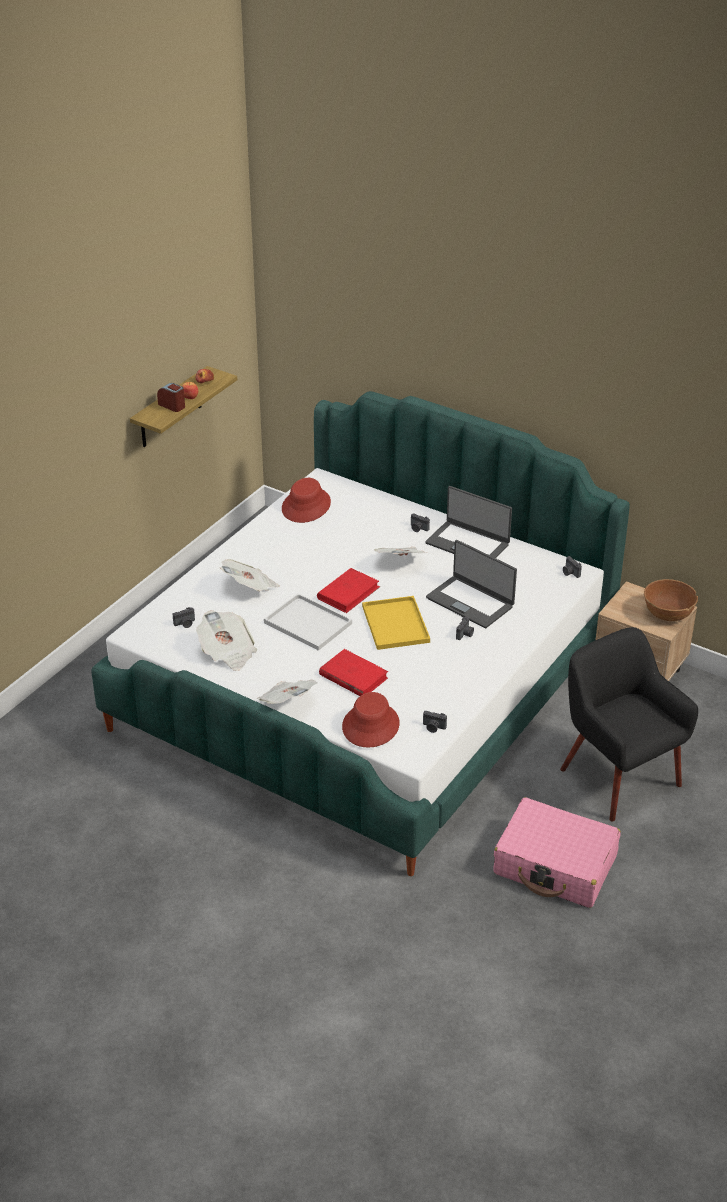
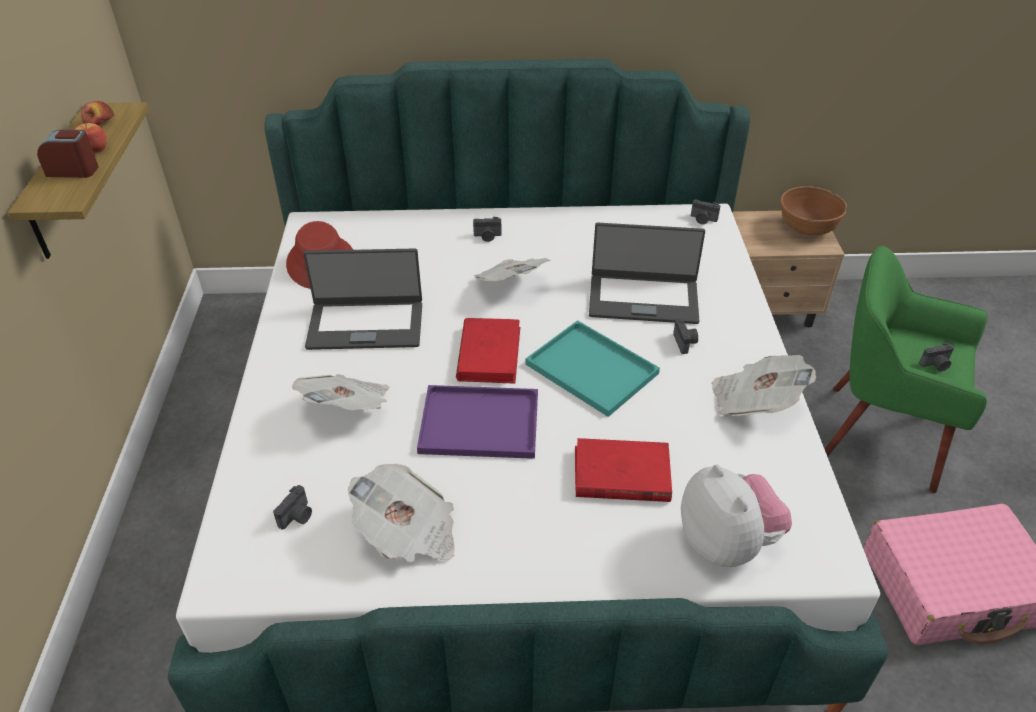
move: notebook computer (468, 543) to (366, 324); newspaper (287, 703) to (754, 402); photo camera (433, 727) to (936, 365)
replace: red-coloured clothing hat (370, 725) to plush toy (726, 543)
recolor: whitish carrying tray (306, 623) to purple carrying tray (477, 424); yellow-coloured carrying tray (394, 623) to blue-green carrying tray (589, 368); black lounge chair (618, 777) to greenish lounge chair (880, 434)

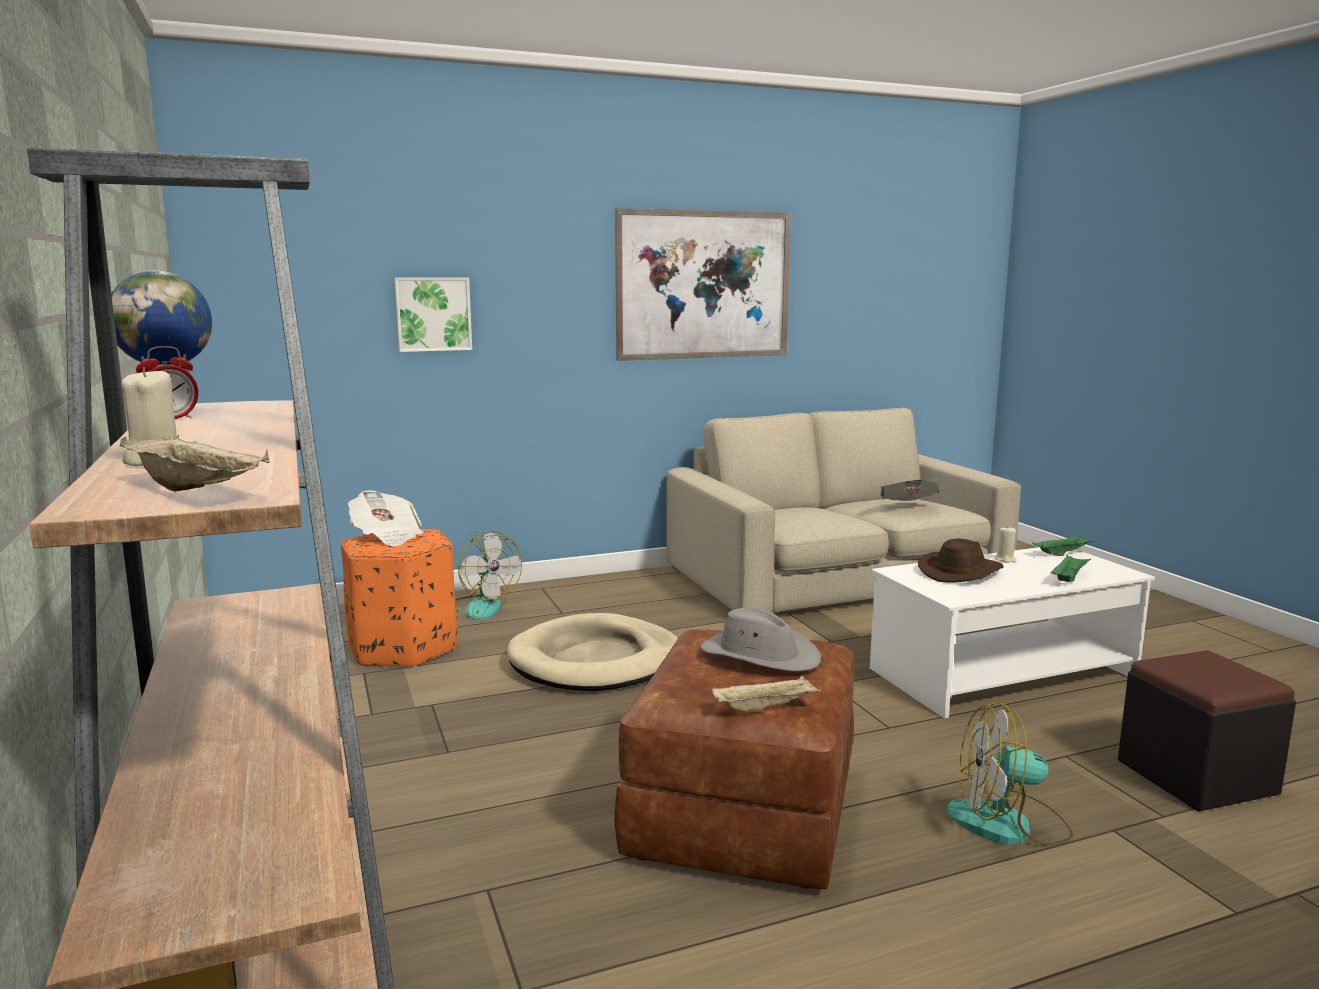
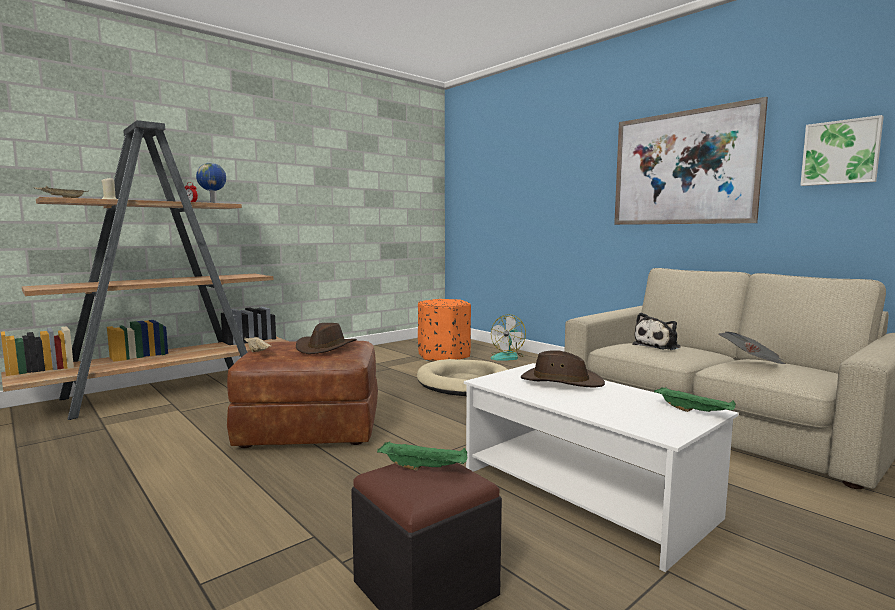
delete: newspaper (387, 537); beige-coloured wax candle (1005, 559); cooling fan (1009, 824)
insert: plush toy (658, 346)
move: wall picture (433, 314) to (841, 152); greenish carrying tray (1068, 578) to (424, 468)
recolor: gray clothing hat (759, 655) to brown clothing hat (326, 348)

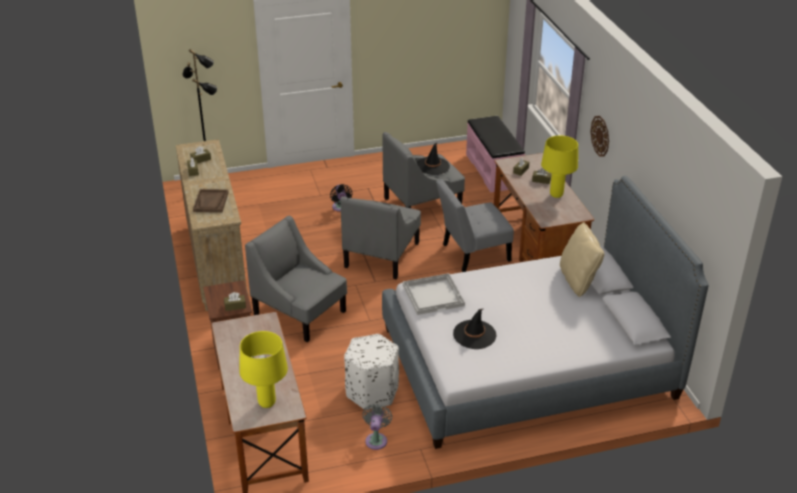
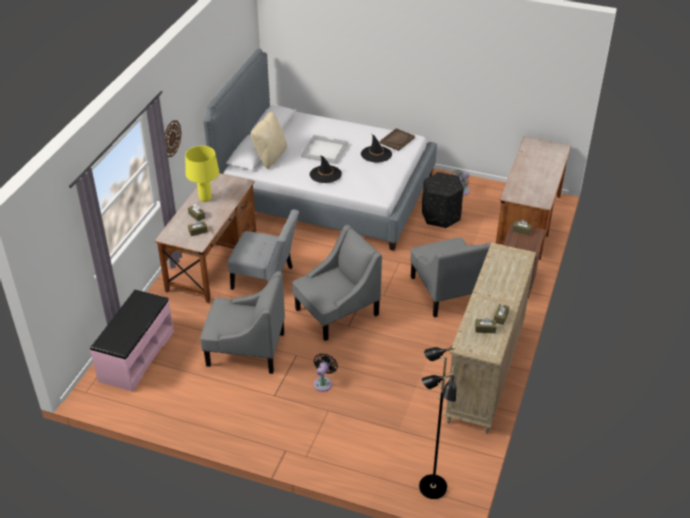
delete: yellow-coloured table lamp (266, 403)
move: black clothing hat (433, 166) to (325, 174); brown carrying tray (211, 202) to (397, 140); whitish carrying tray (433, 295) to (324, 150)
recolor: whitish footrest (372, 392) to black footrest (441, 216)

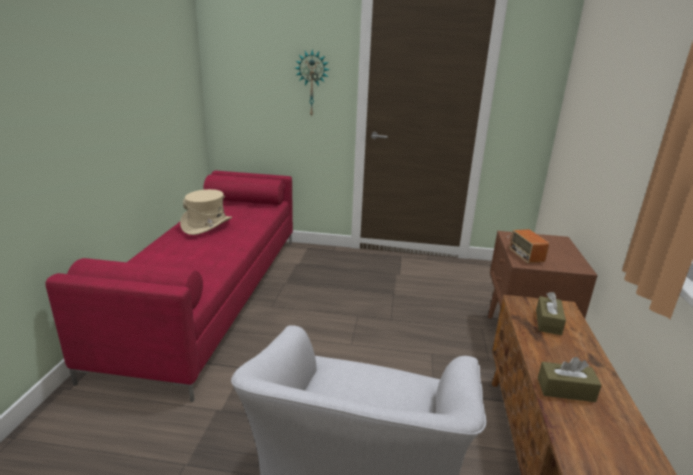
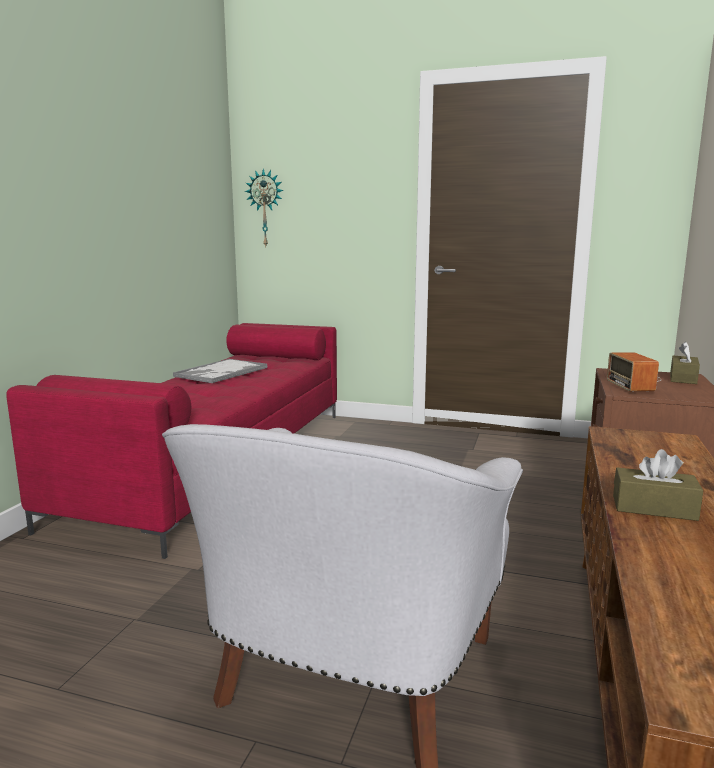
move: wall clock (312, 83) to (265, 208); brown tissue box (548, 322) to (683, 378)
replace: beige-coloured clothing hat (207, 225) to carrying tray (221, 372)

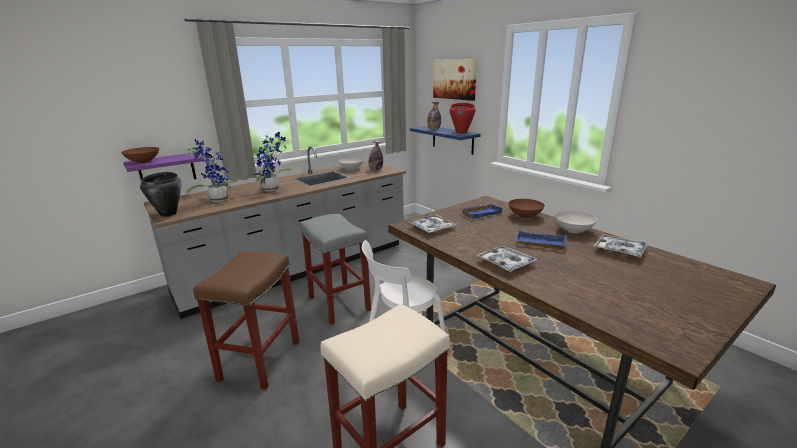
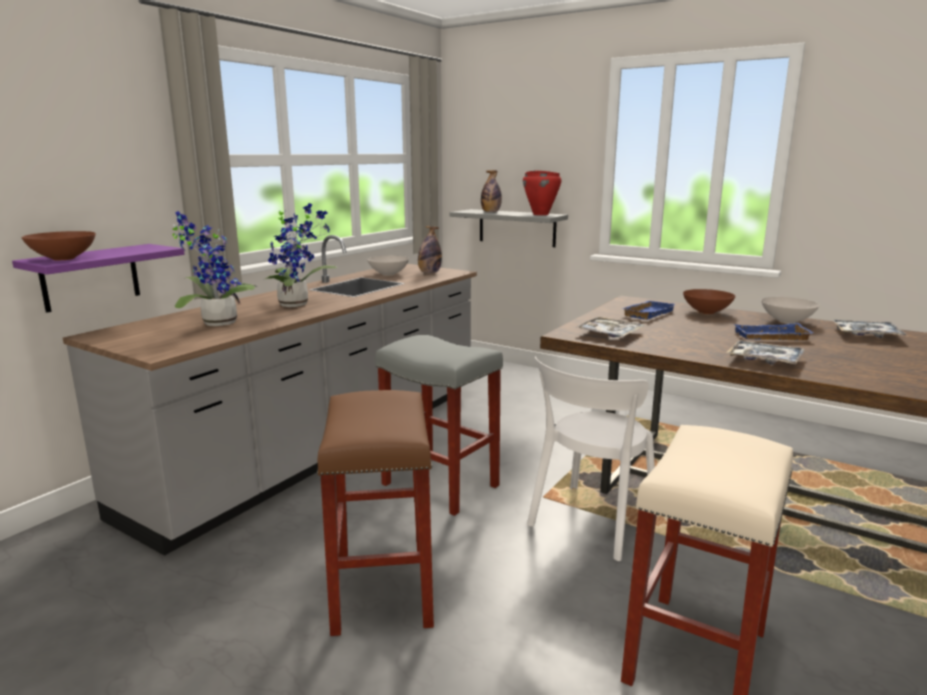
delete: wall picture (454, 79); black saucepot (168, 214)
recolor: blue-coloured shelf (452, 139) to gray shelf (517, 228)

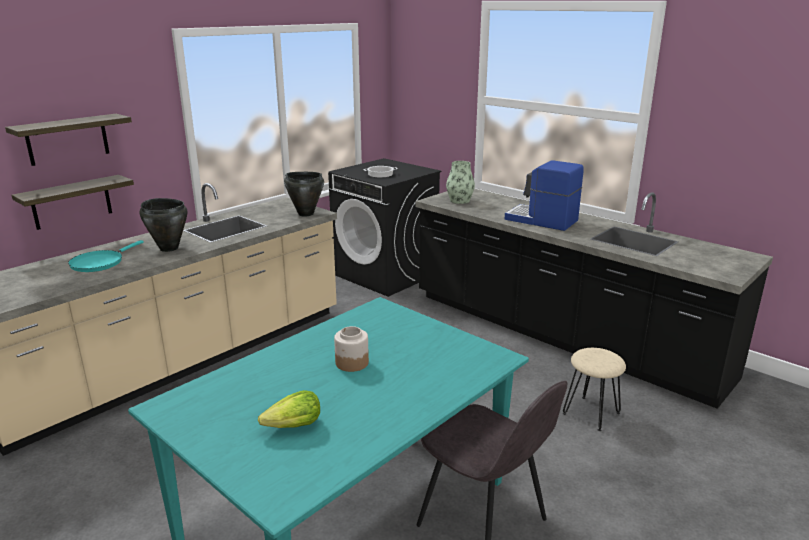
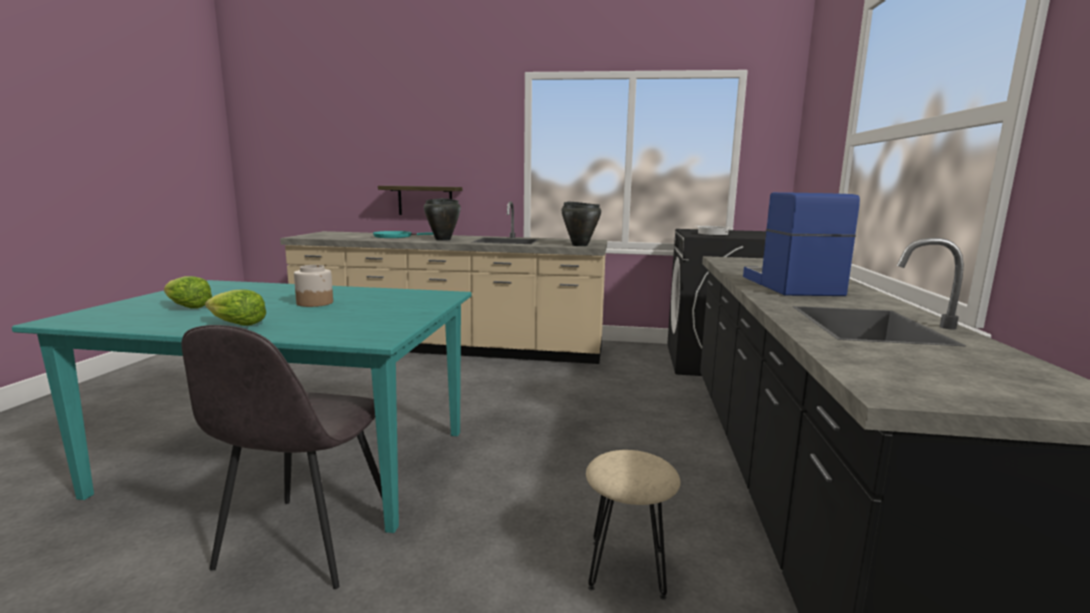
delete: shelf (67, 139); decorative vase (459, 201)
insert: lettuce (236, 324)

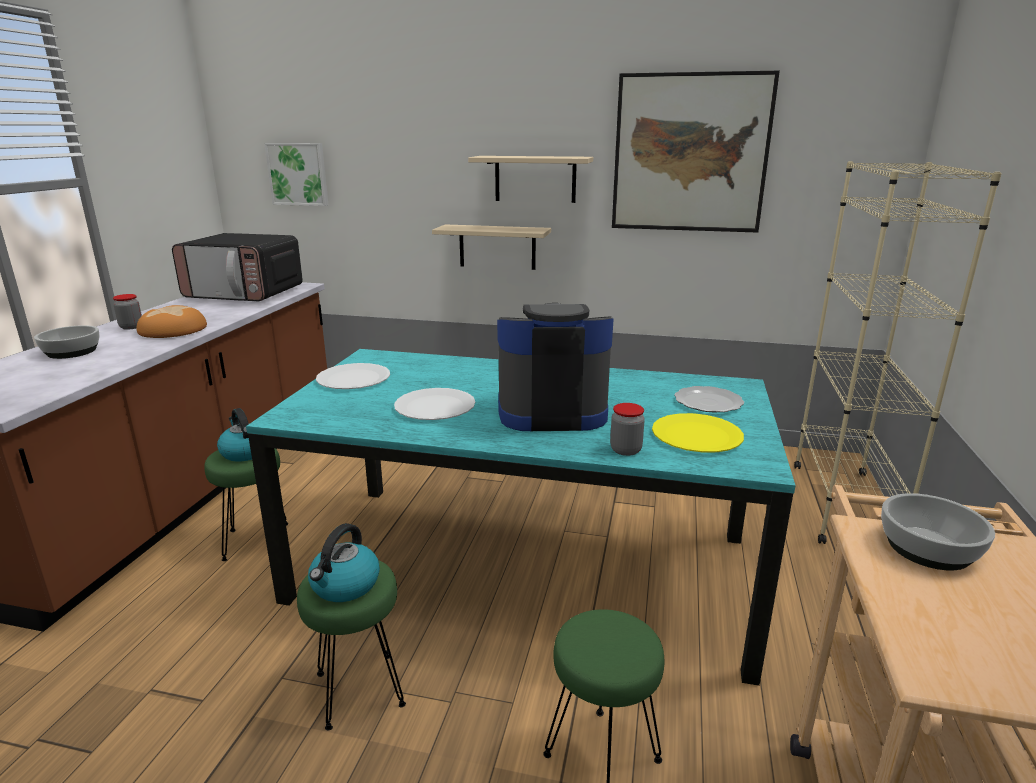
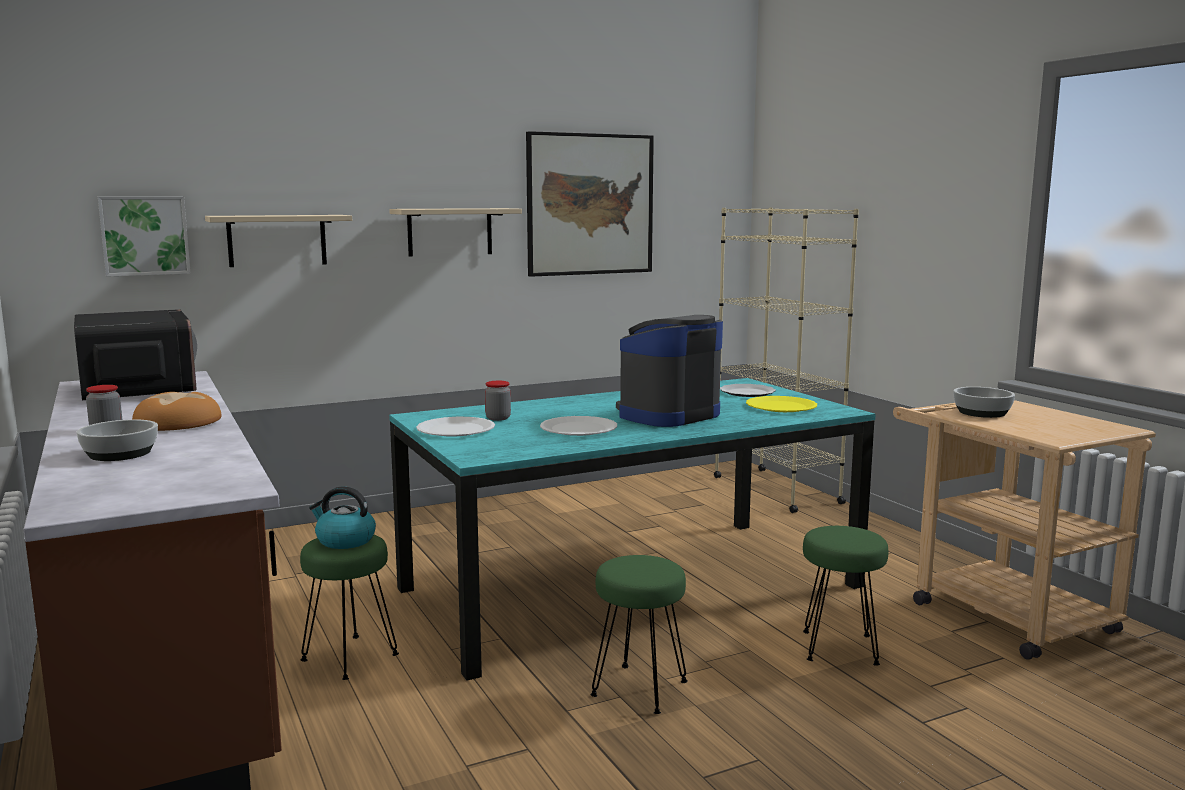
delete: water kettle (345, 585)
move: beige-coloured shelf (497, 247) to (277, 240); preserve jar (625, 450) to (498, 418)
rotate: microwave oven (245, 293) = (138, 389) 90 degrees counterclockwise

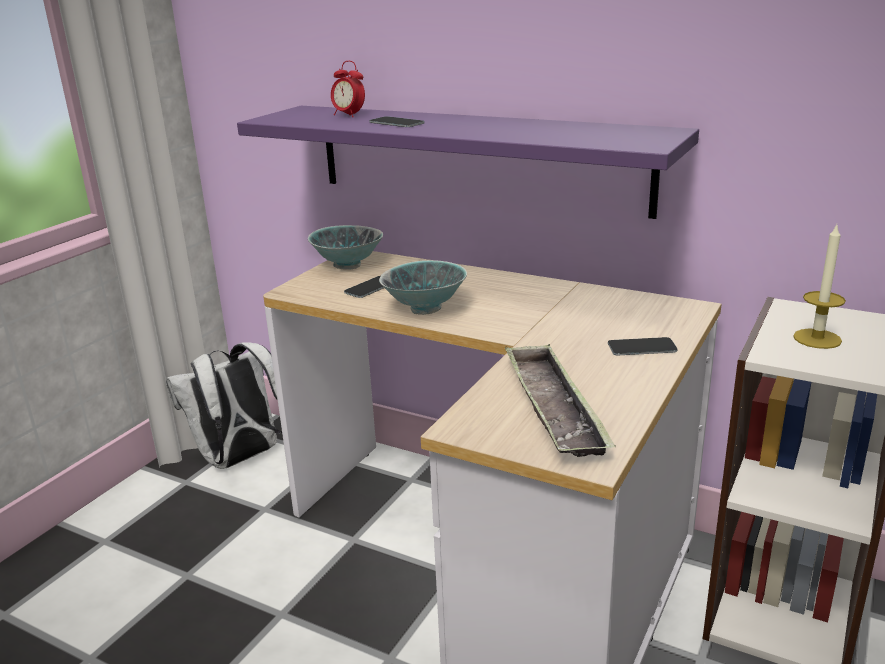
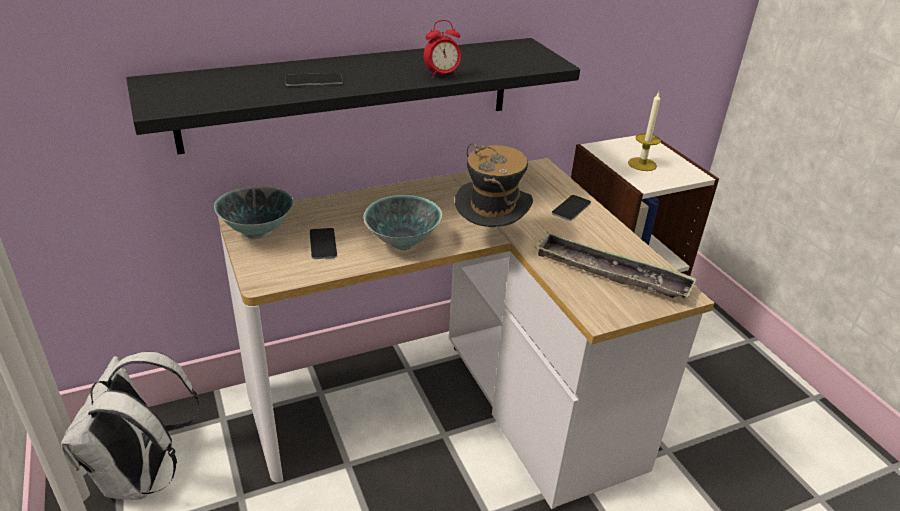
insert: clothing hat (490, 239)
move: table clock (349, 115) to (442, 75)
recolor: purple shelf (477, 158) to black shelf (351, 93)

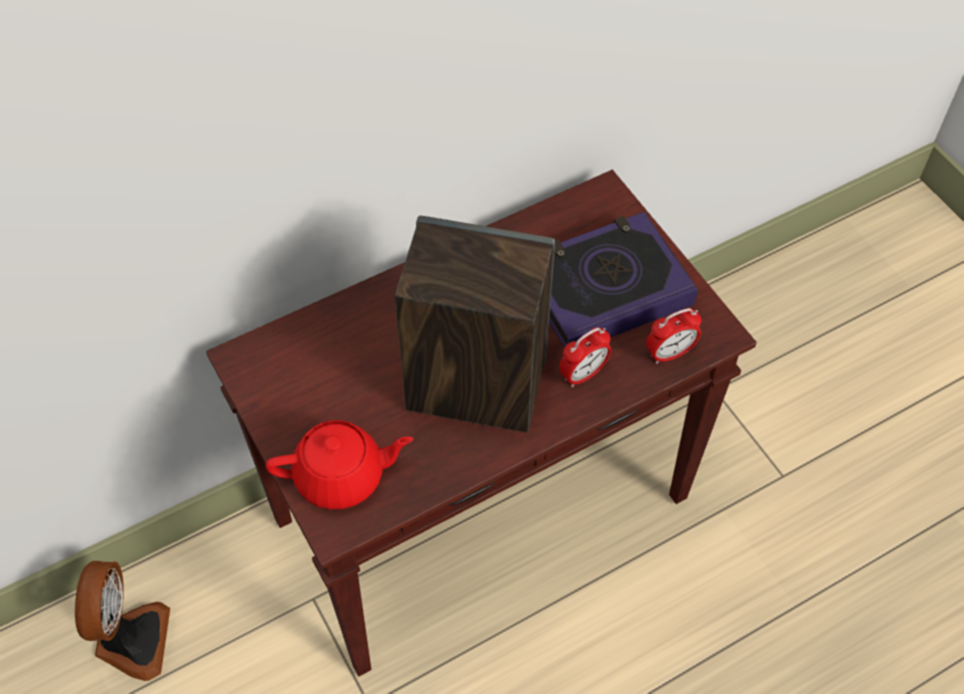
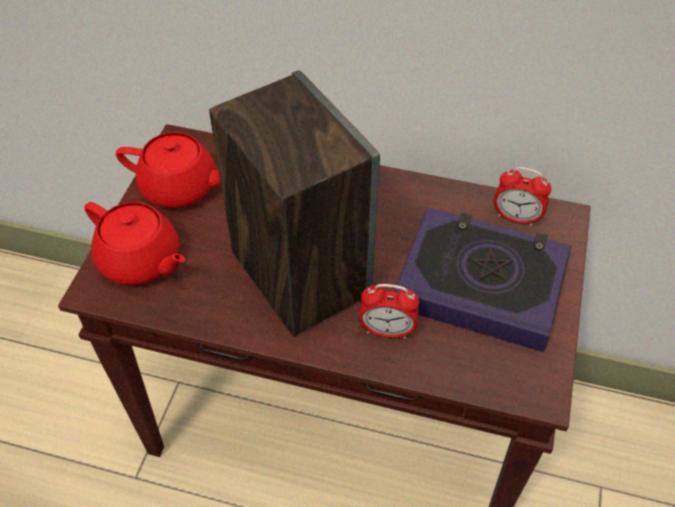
delete: cooling fan (131, 640)
insert: red-coloured tea pot (181, 188)
move: table clock (669, 353) to (516, 218)

